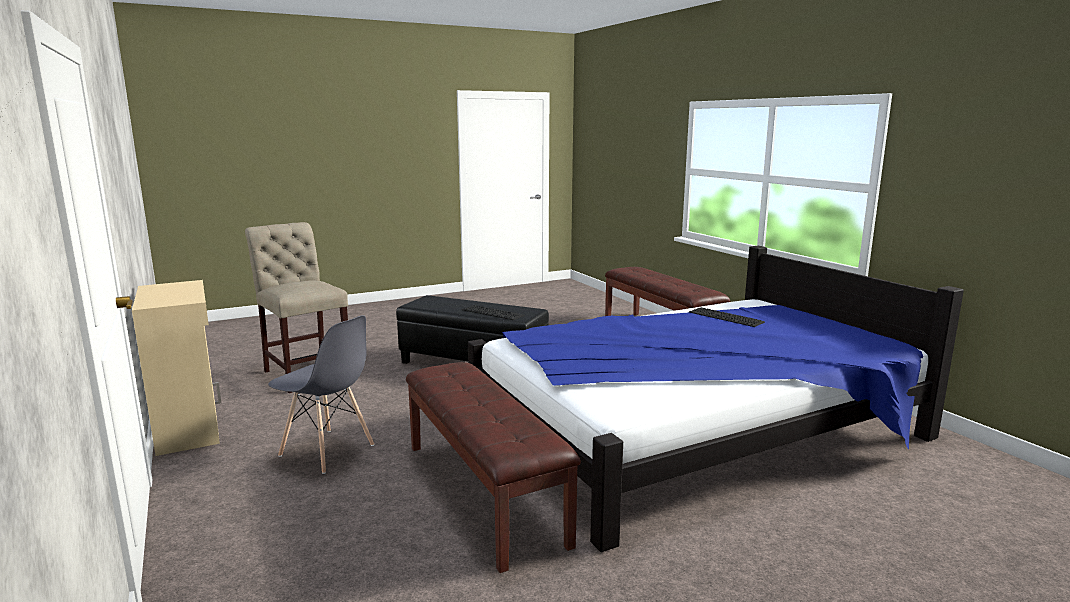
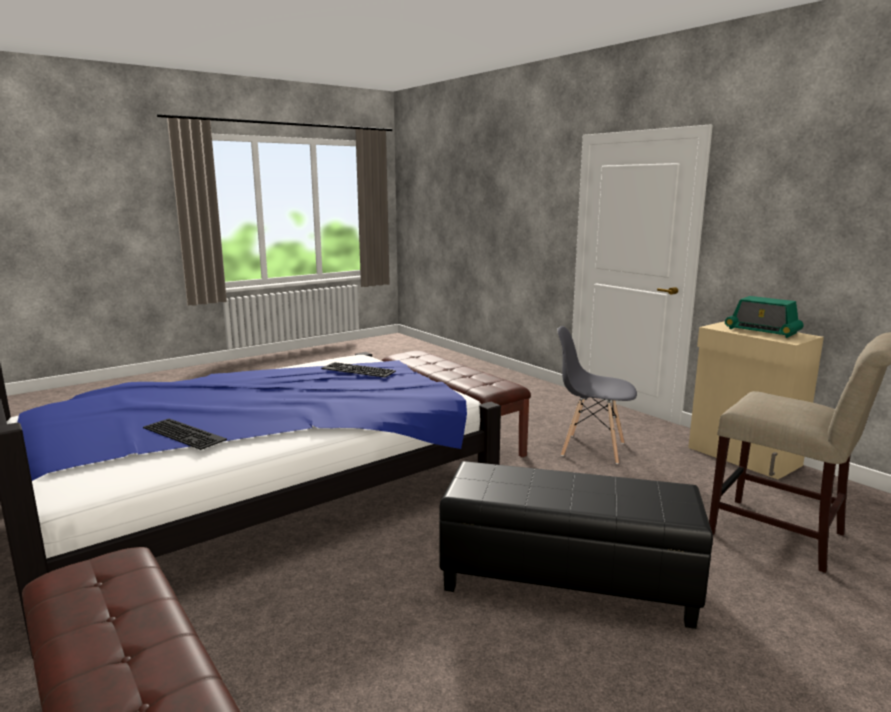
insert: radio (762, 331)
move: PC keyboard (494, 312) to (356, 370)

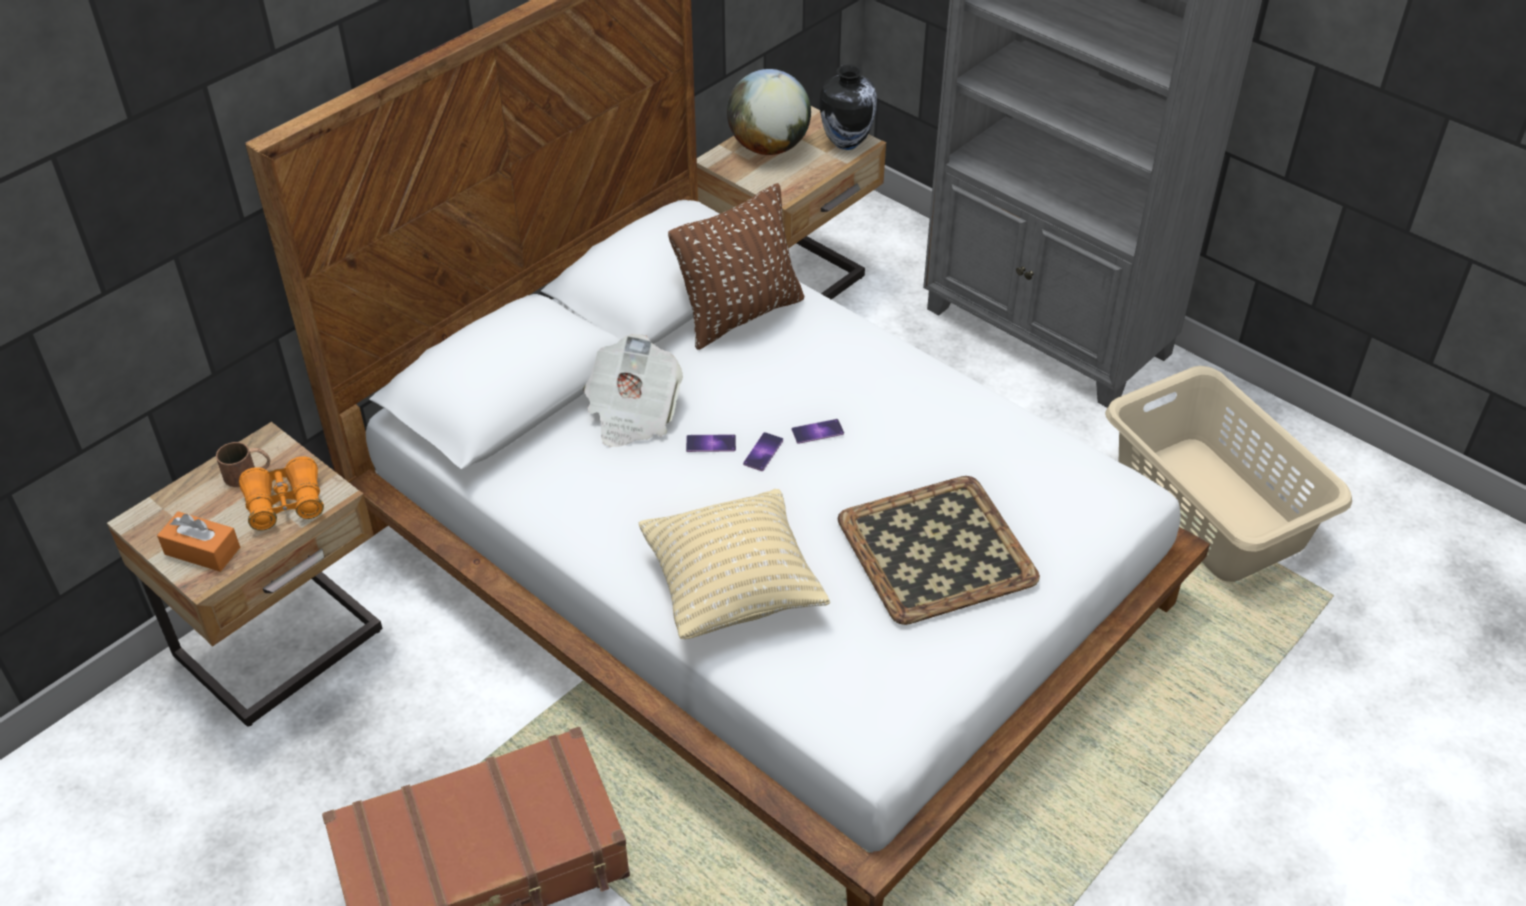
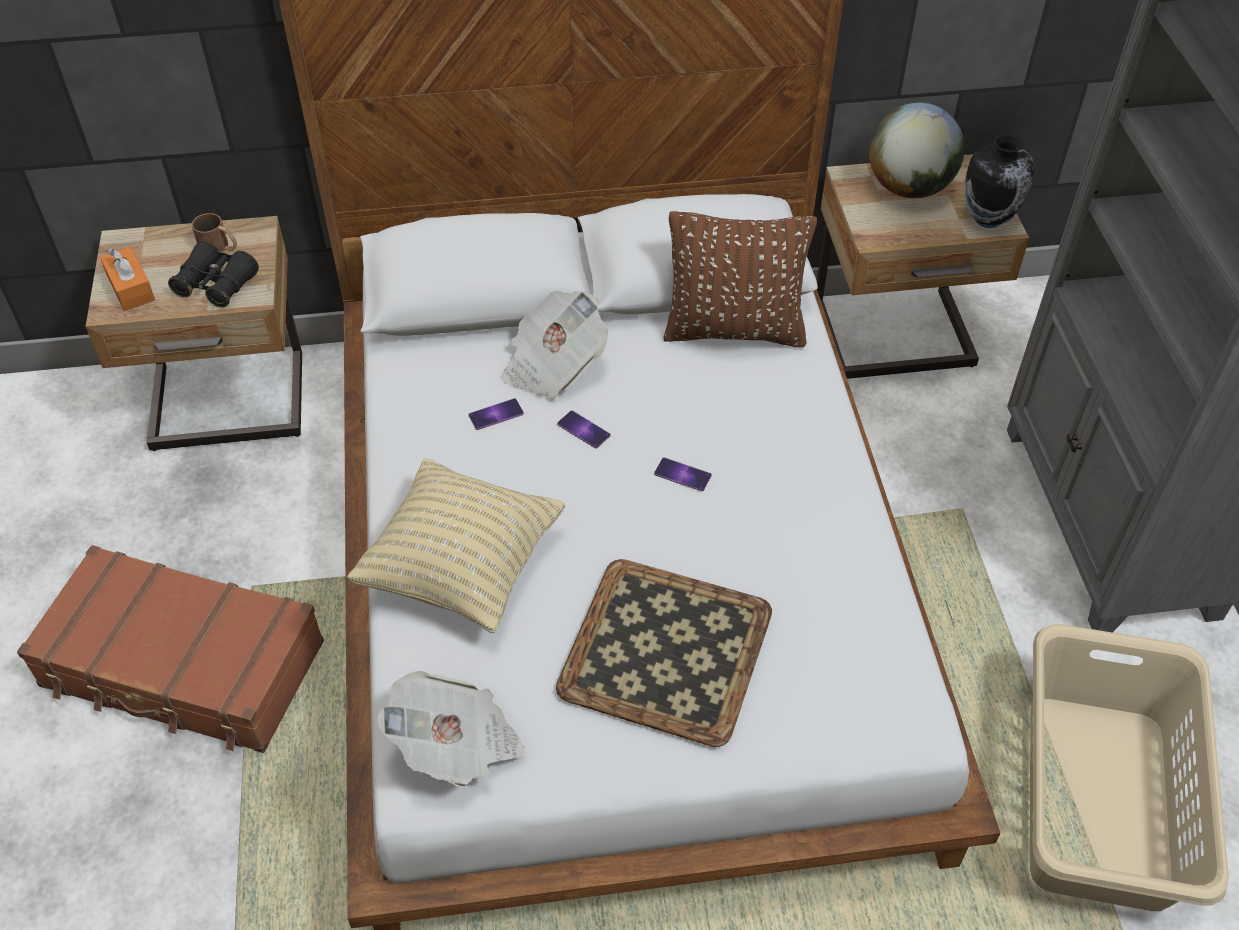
insert: newspaper (457, 745)
move: telephone (763, 452) to (496, 414)
recolor: orange field glasses (285, 504) to black field glasses (216, 285)

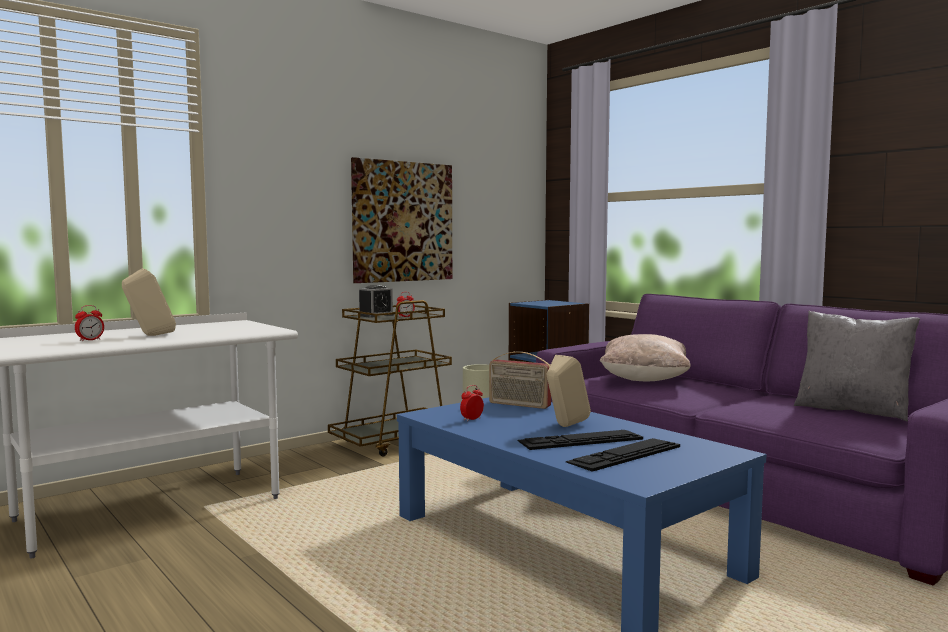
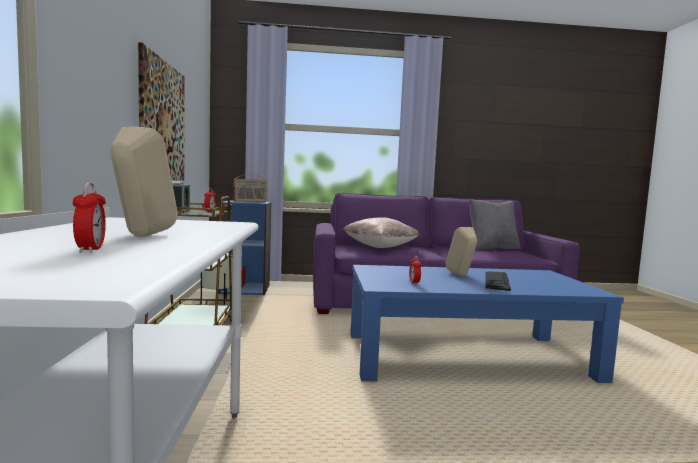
delete: PC keyboard (625, 454)
move: radio (519, 405) to (250, 201)

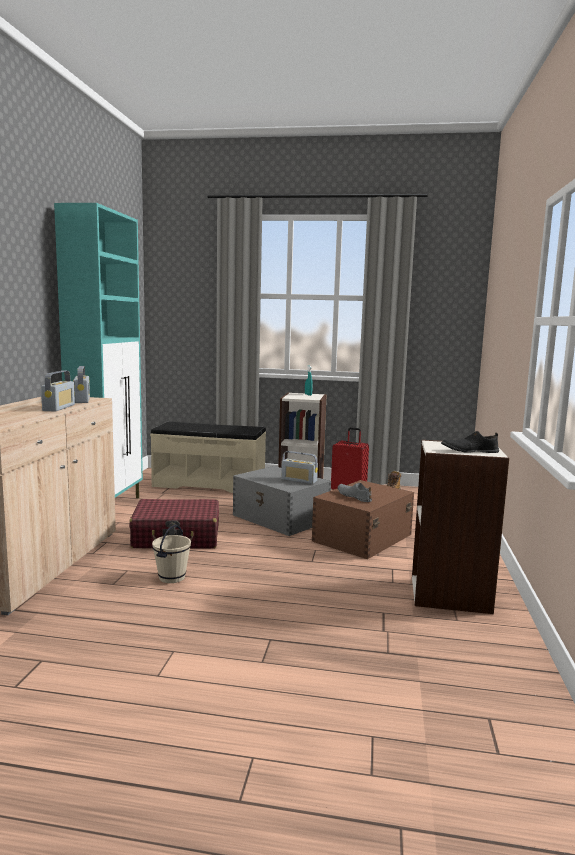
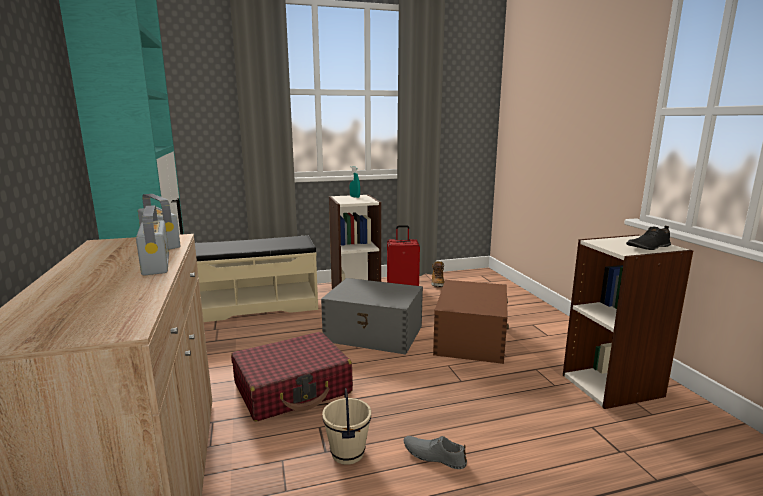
delete: radio (299, 480)
move: gray shoe (354, 496) to (434, 456)

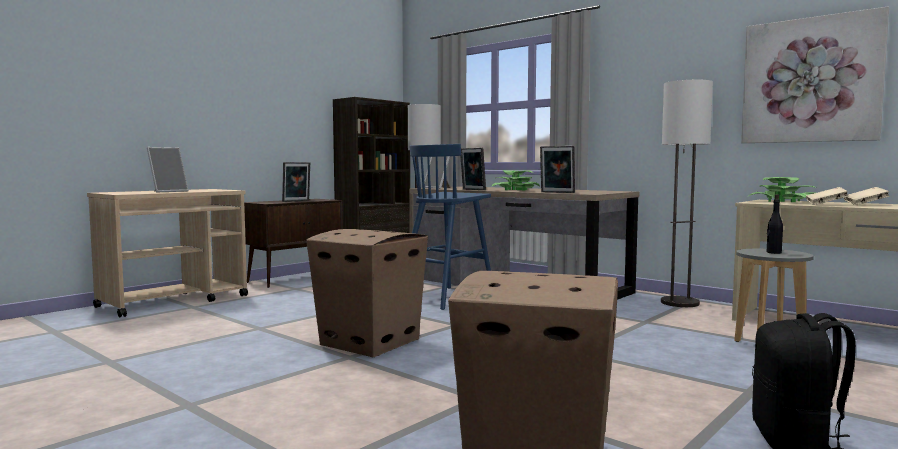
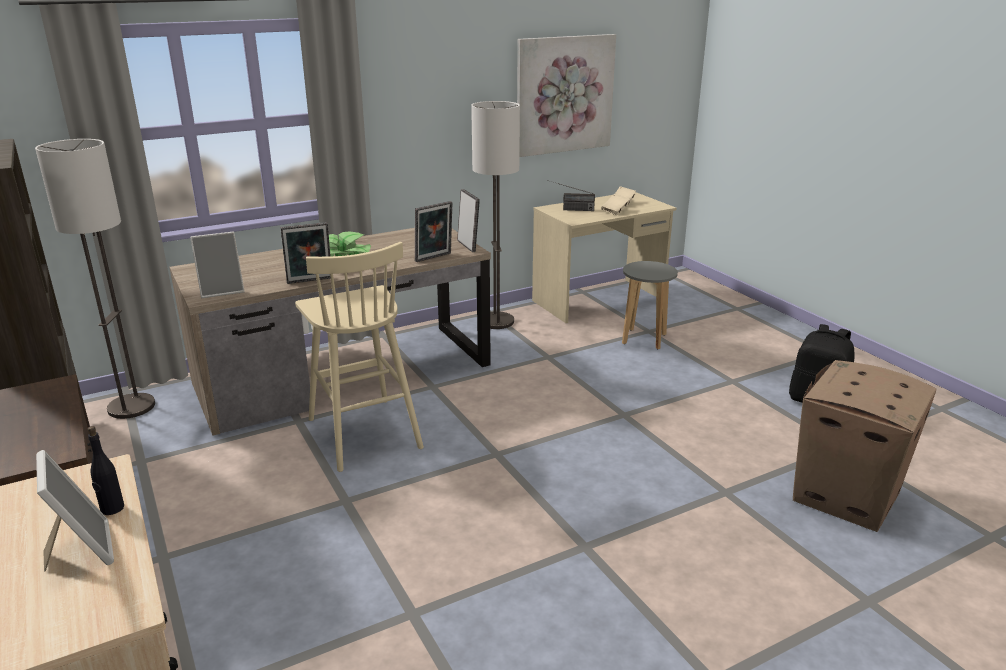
delete: carton (369, 342)
move: standing frame (296, 201) to (468, 245); black beverage bottle (773, 252) to (112, 508)
replace: plant in a pot (784, 201) to radio (570, 209)
recolor: blue-coloured stool seat (447, 297) to beige-coloured stool seat (363, 432)

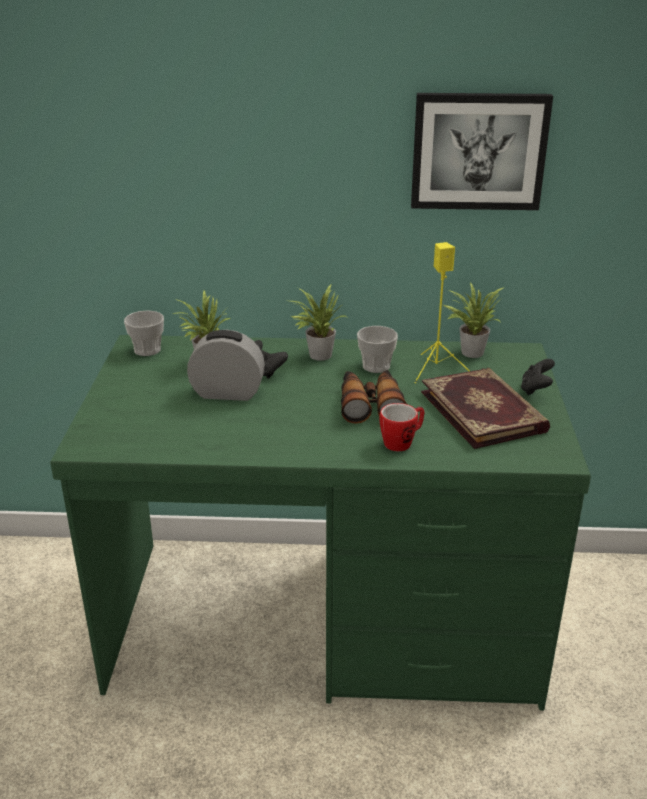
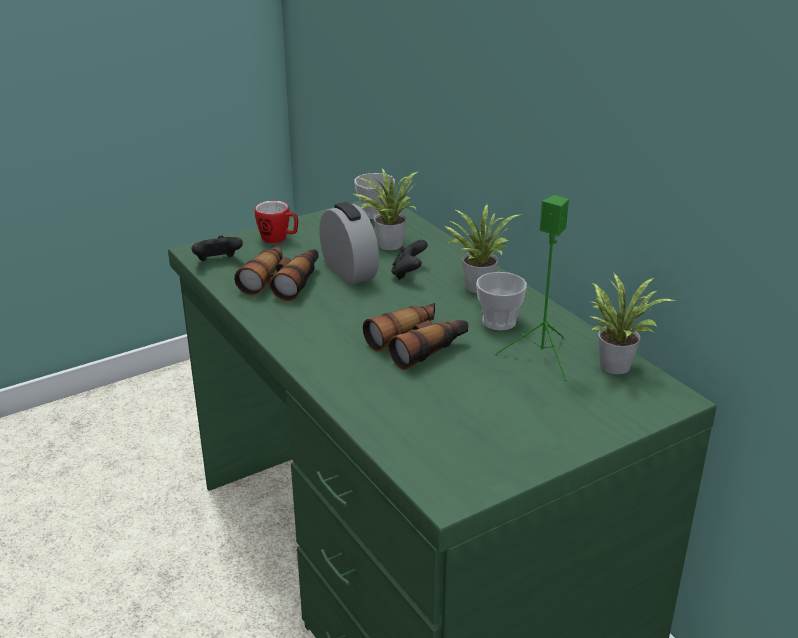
delete: wall picture (478, 151); bound book (484, 411)
insert: field glasses (282, 280)
move: black joypad (535, 389) to (218, 262); mug (402, 442) to (279, 239)
recolor: yellow-coloured loudspeaker (436, 369) to greenish loudspeaker (542, 357)

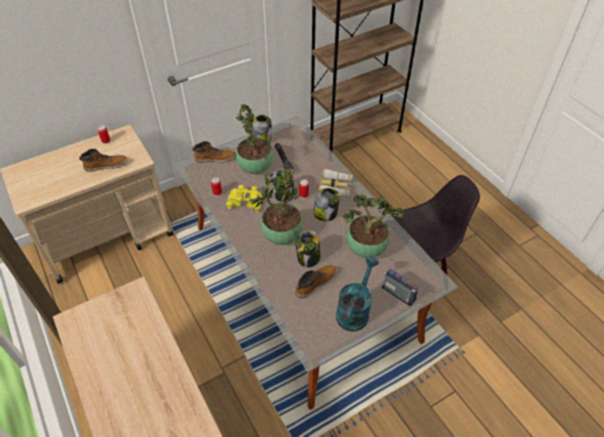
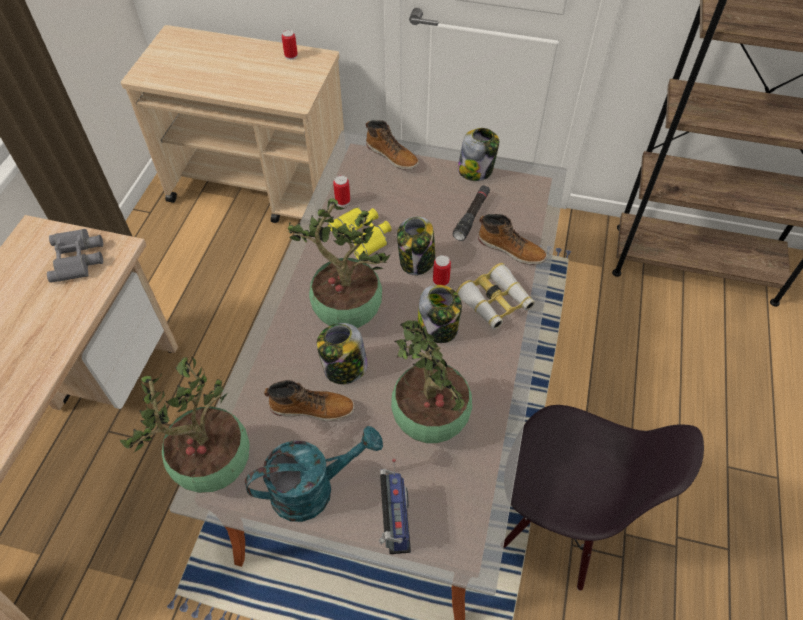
insert: gray field glasses (78, 258)
move: plant in a pot (256, 169) to (213, 468); high-top boot (106, 165) to (511, 249)

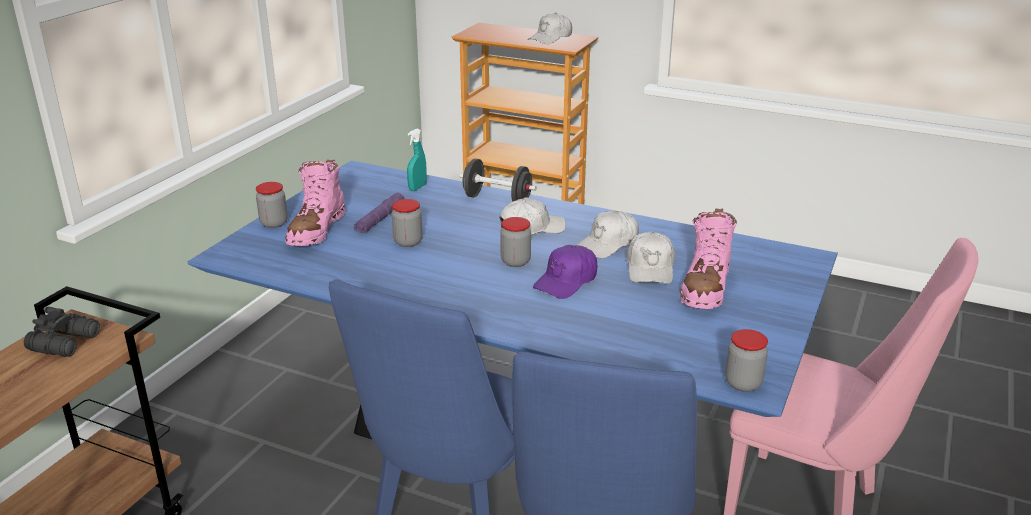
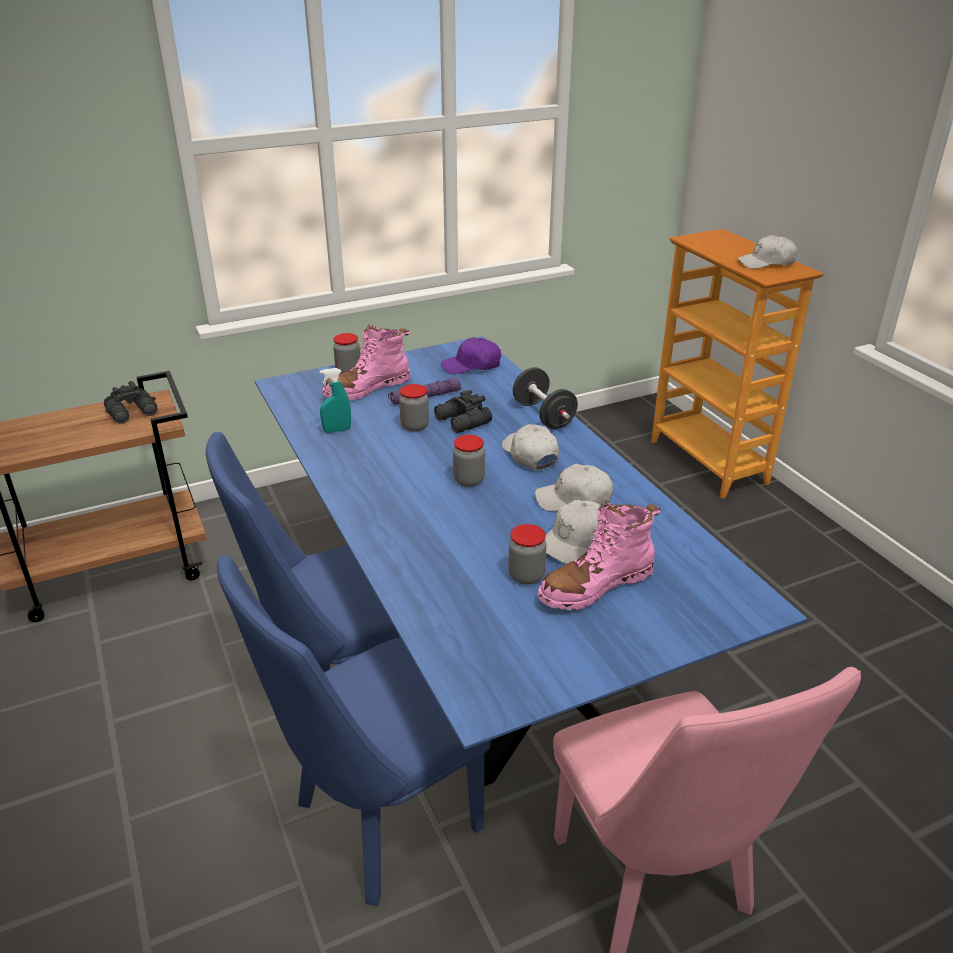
insert: black field glasses (462, 422)
move: blue-green spray bottle (417, 188) to (337, 430); purple baseball cap (567, 281) to (472, 366); preserve jar (743, 383) to (526, 575)
rotate: whitish baseball cap (531, 228) = (530, 455) 135 degrees counterclockwise

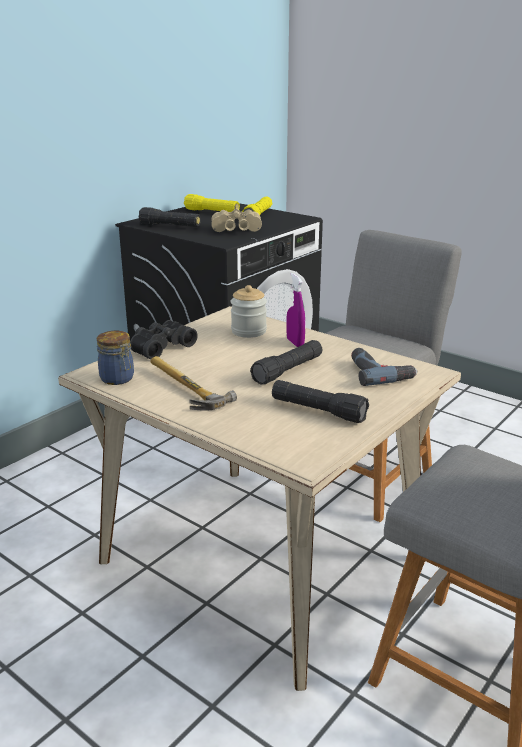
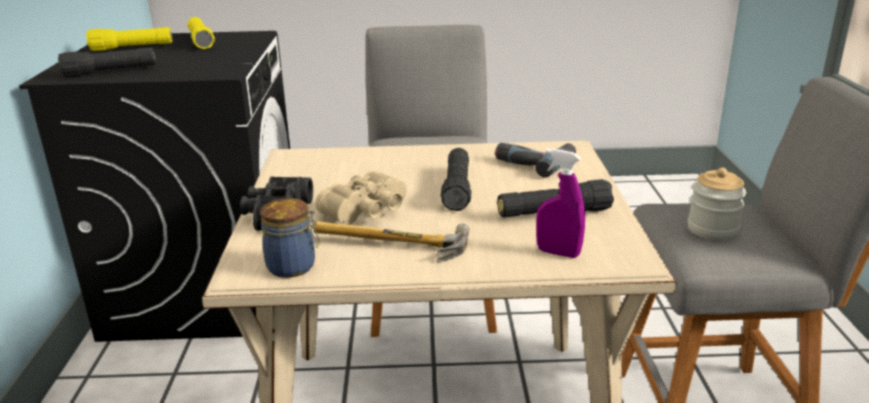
move: beige-coloured field glasses (236, 230) to (368, 211); purple spray bottle (295, 343) to (558, 253); preserve jar (248, 331) to (712, 229)

